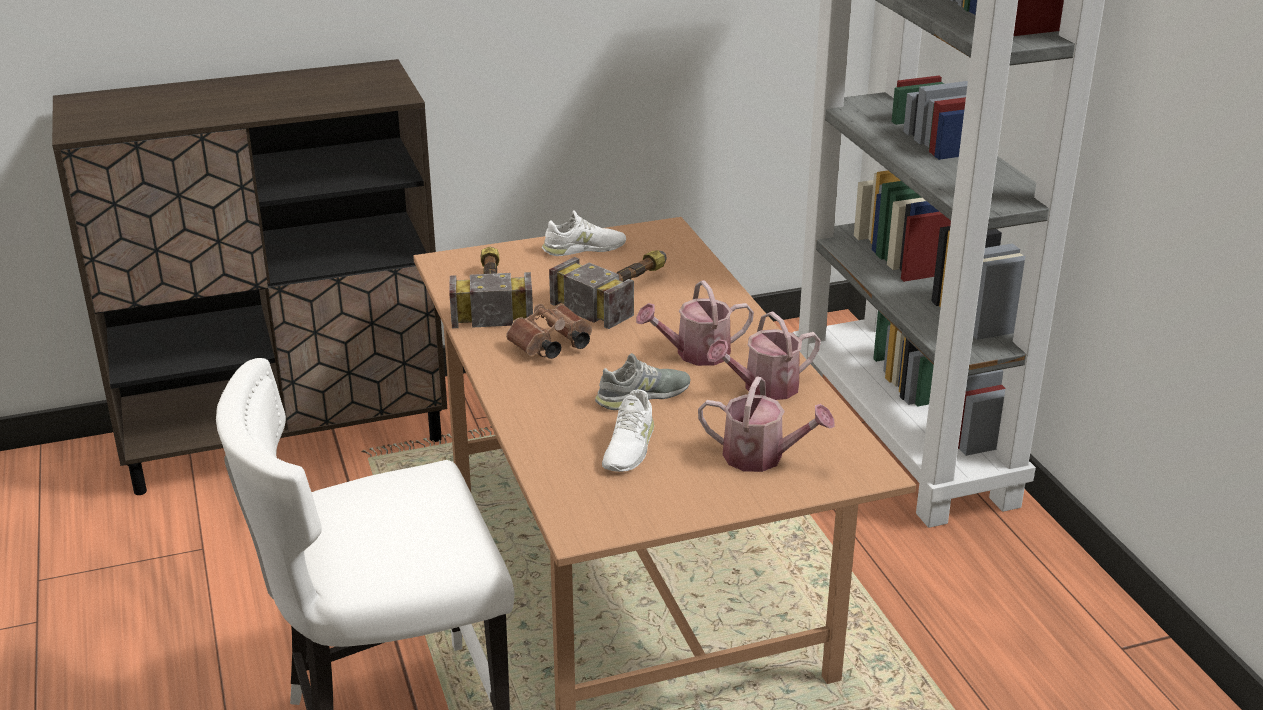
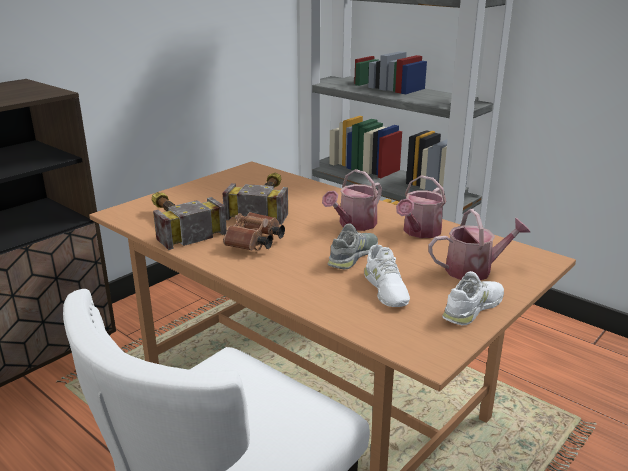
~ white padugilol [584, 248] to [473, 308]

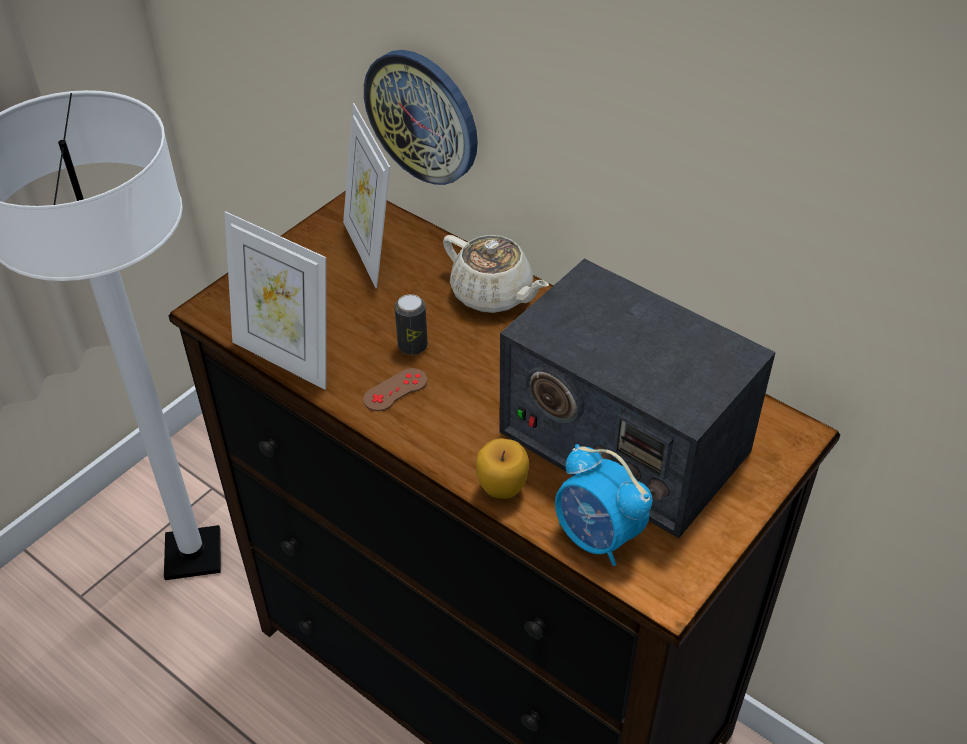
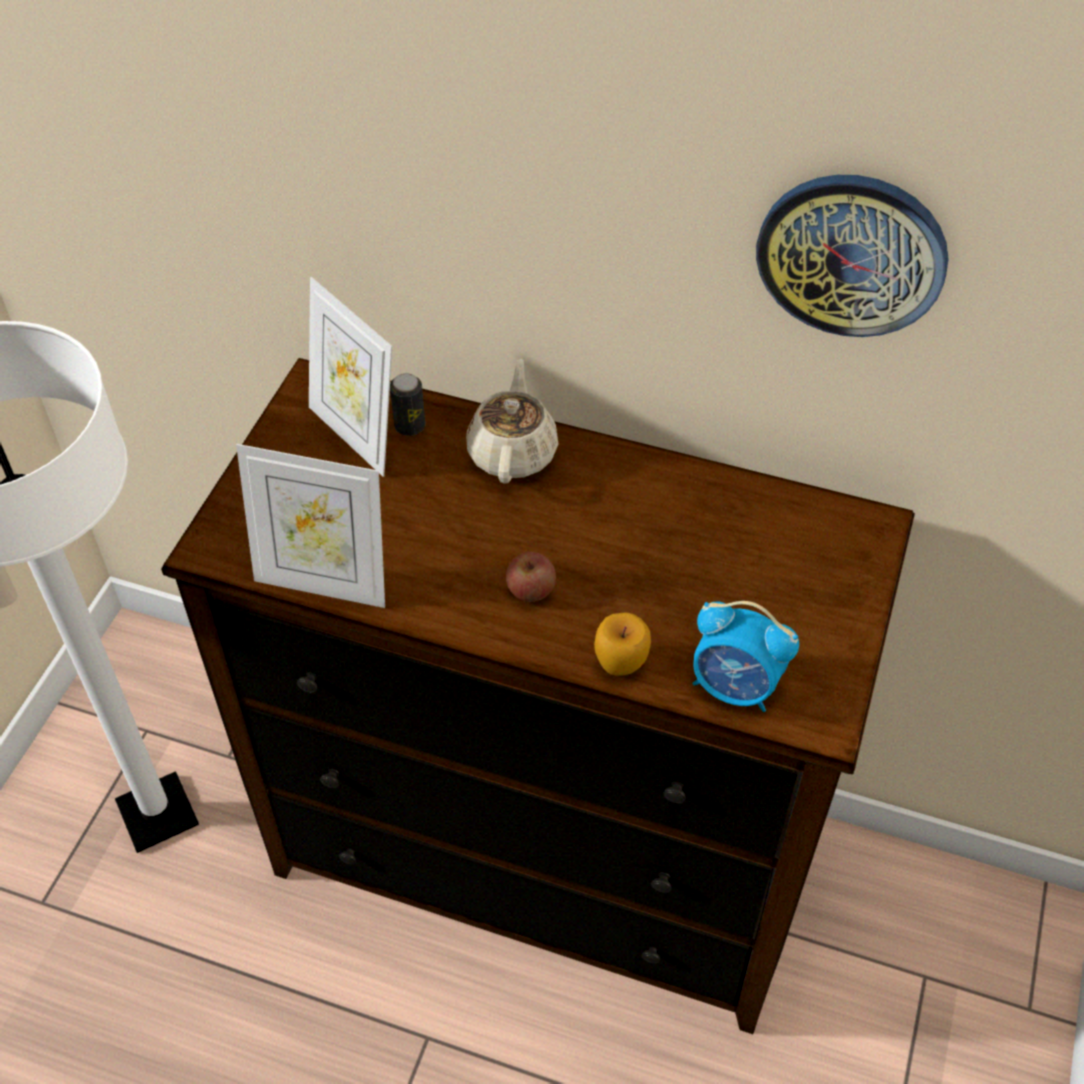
- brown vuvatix [395, 390]
- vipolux [622, 441]
+ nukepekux [531, 590]
~ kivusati [422, 116] to [851, 254]
~ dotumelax [412, 346] to [410, 426]
~ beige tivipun [493, 295] = [513, 452] 105 degrees counterclockwise

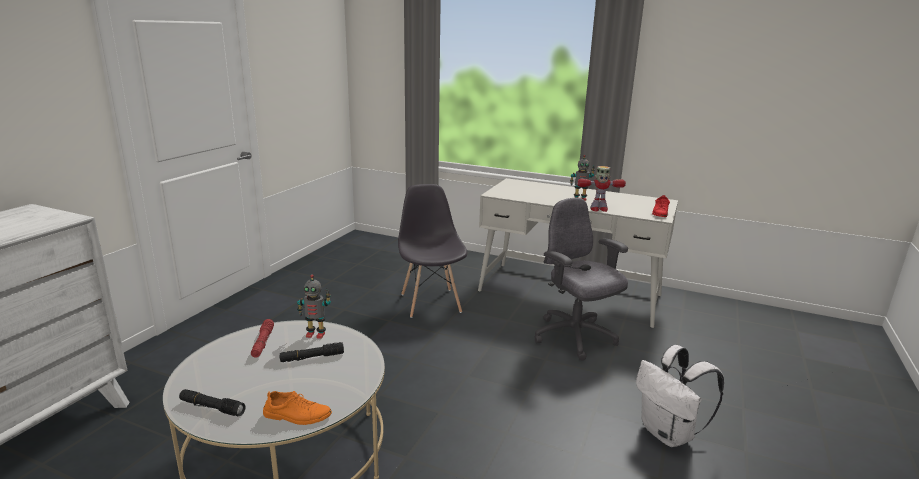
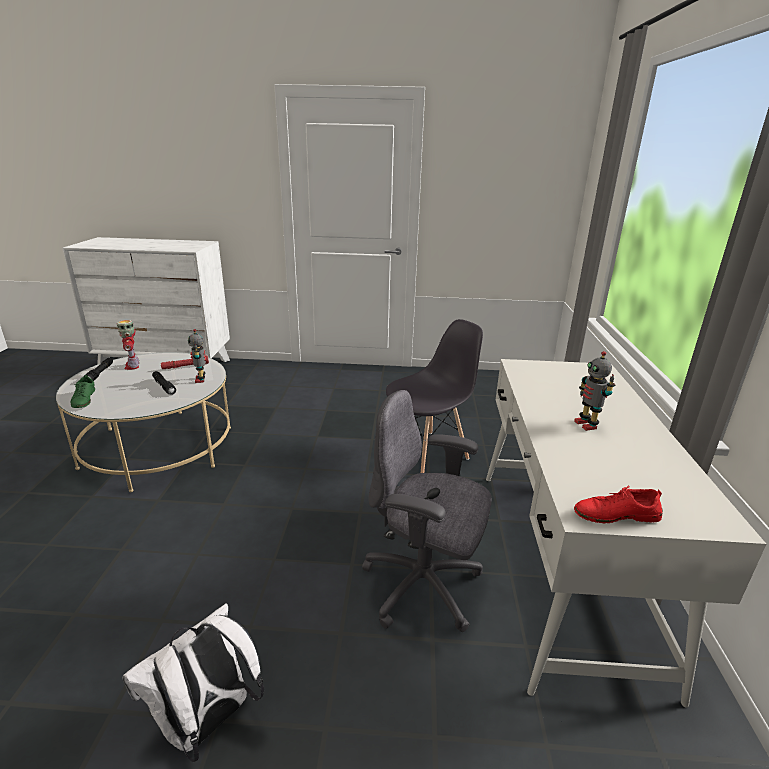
~ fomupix [598, 209] to [133, 366]
~ orange padugilol [297, 415] to green padugilol [84, 399]
~ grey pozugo [575, 338] = [423, 586] 105 degrees counterclockwise

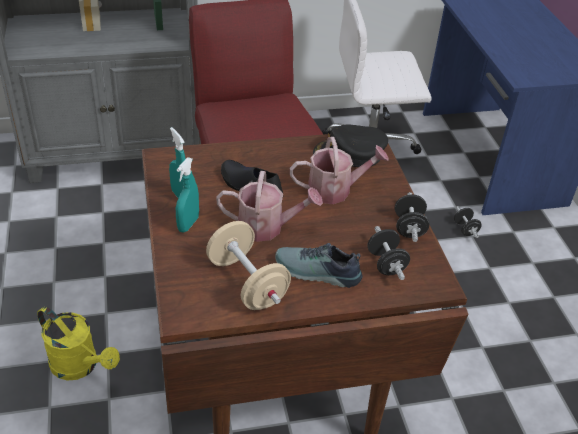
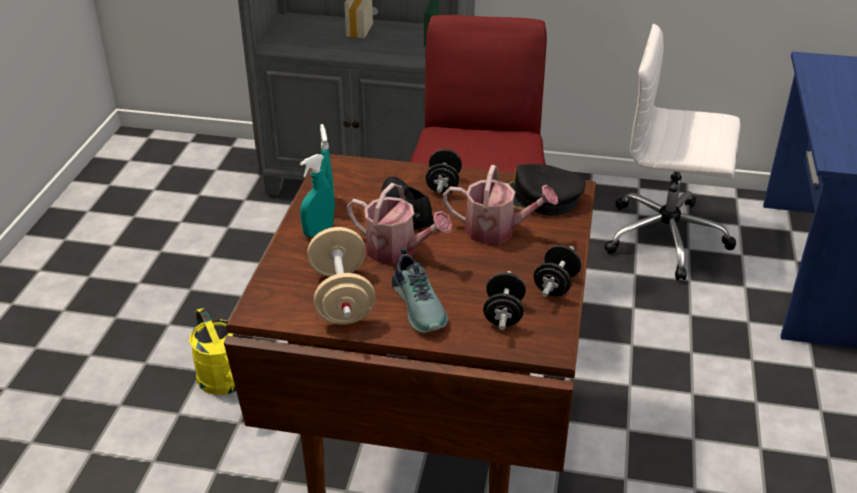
~ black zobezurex [465, 229] to [443, 185]
~ padugilol [317, 273] = [420, 305] 150 degrees counterclockwise

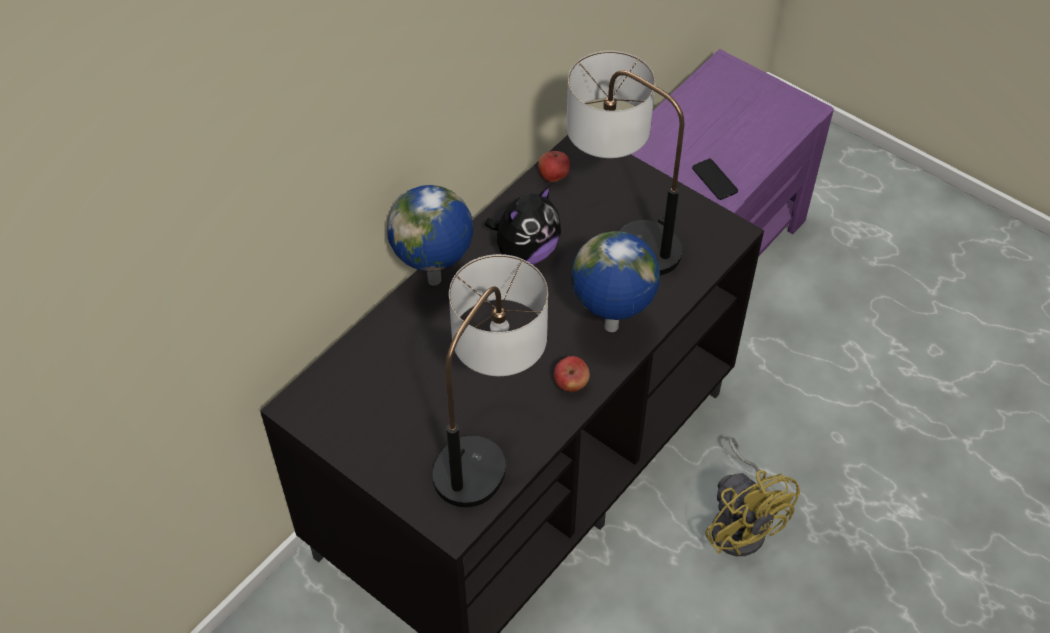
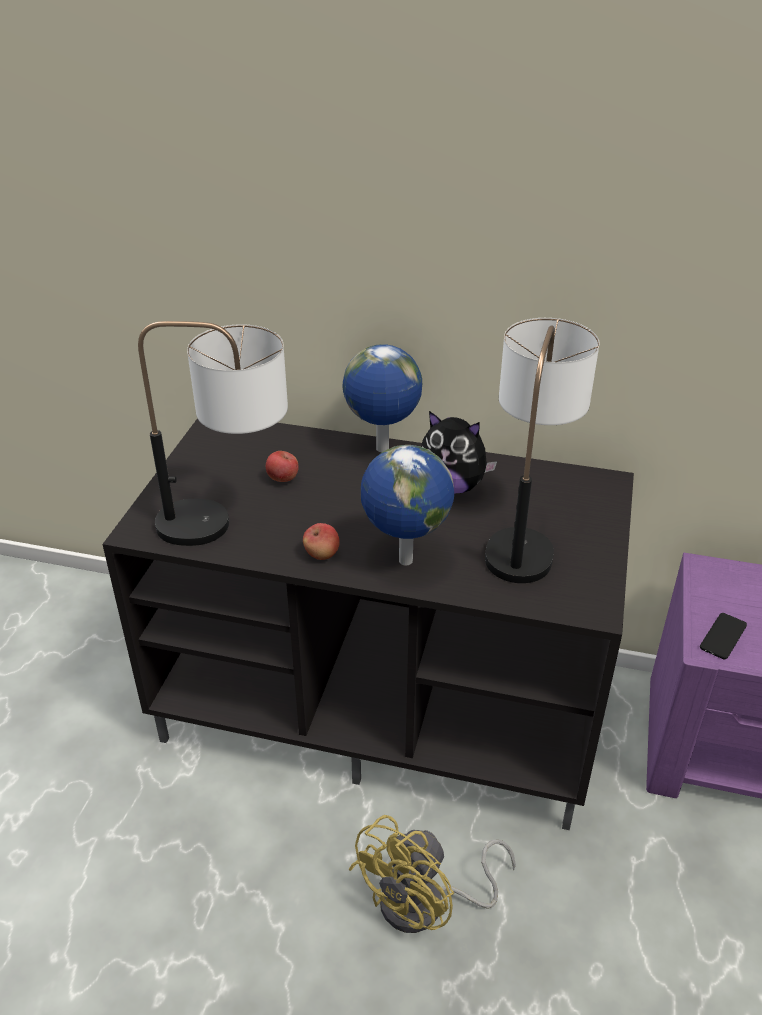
~ nukepekux [553, 176] to [283, 479]

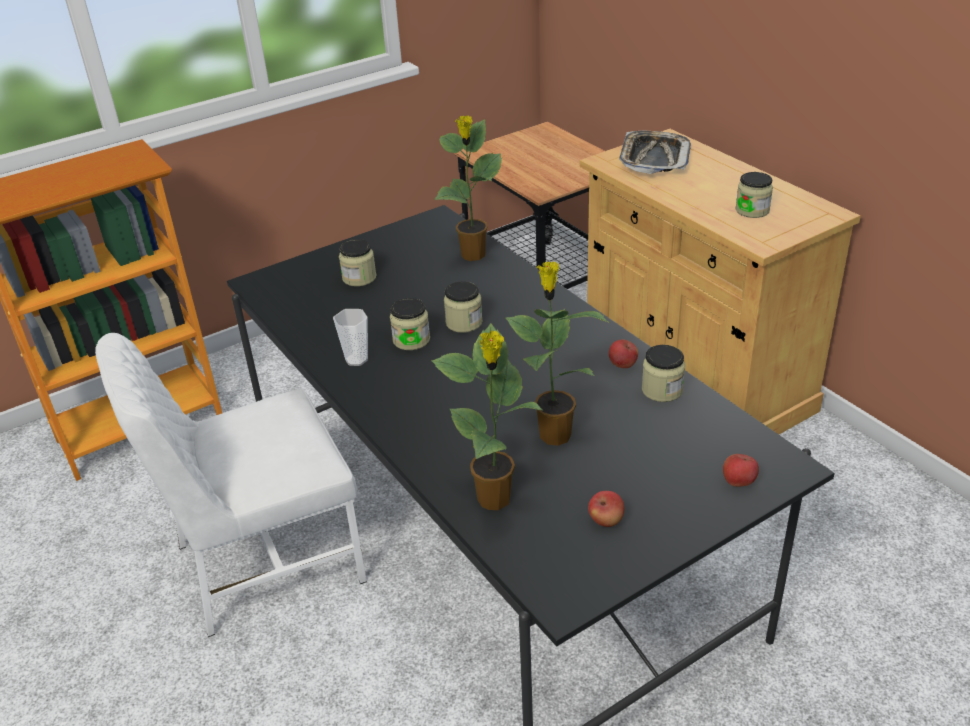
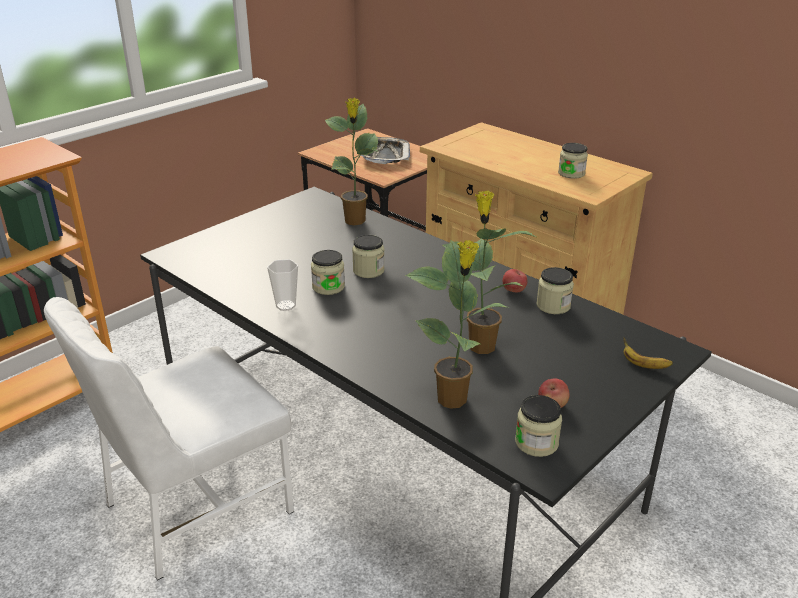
~ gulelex [359, 278] to [536, 443]
~ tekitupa [653, 158] to [384, 155]
~ nukepekux [738, 482] to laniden [643, 365]

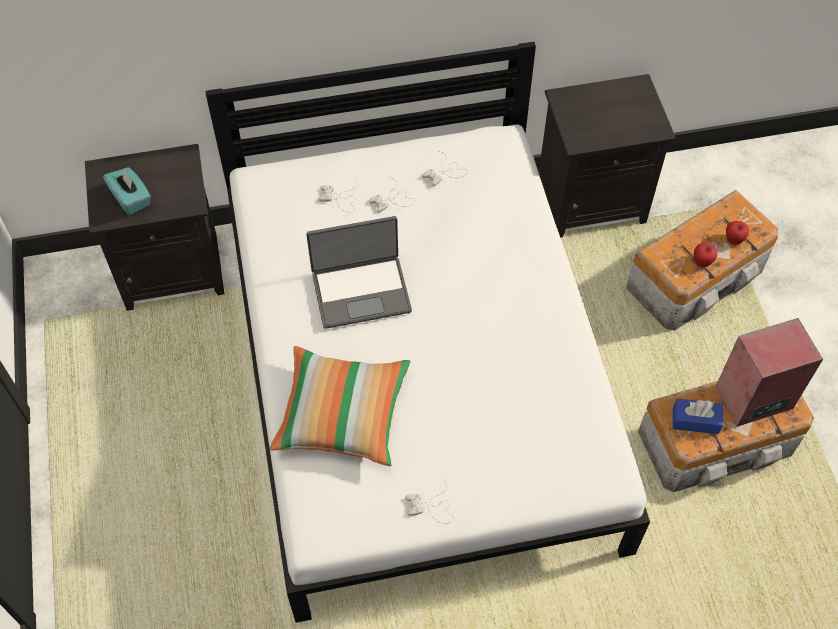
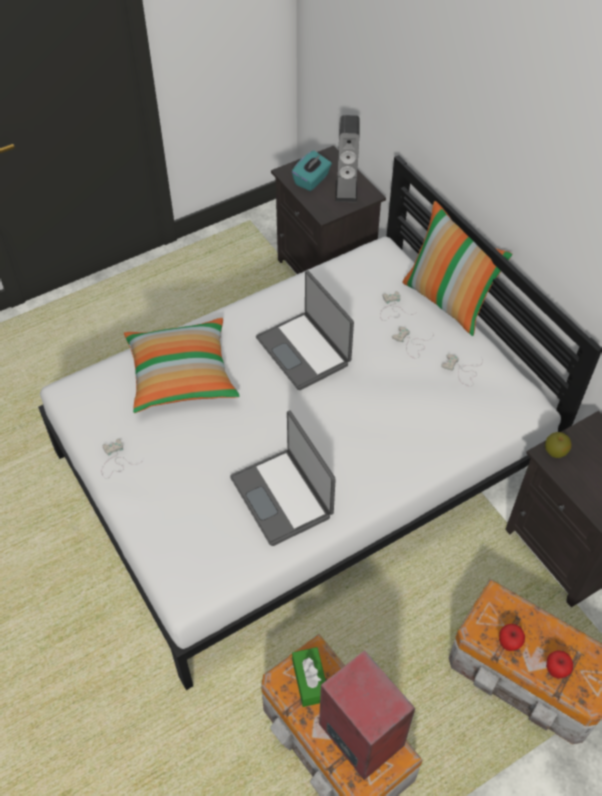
+ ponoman [283, 496]
+ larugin [346, 191]
+ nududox [448, 301]
+ nukepekux [555, 452]
~ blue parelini [695, 421] to green parelini [310, 680]

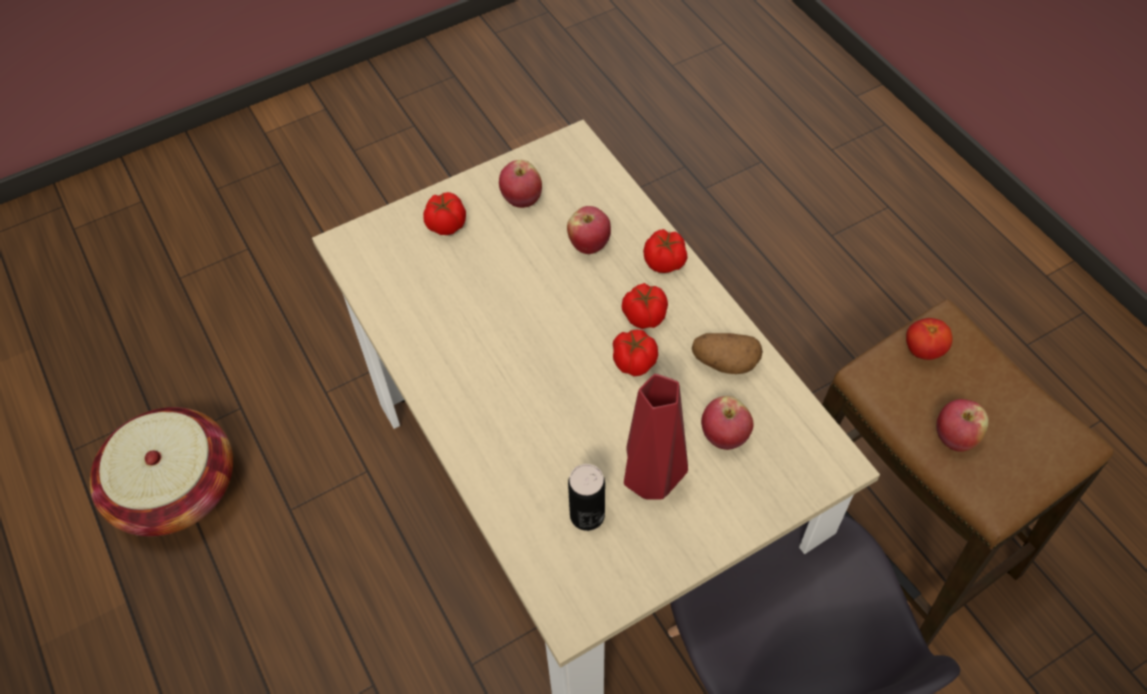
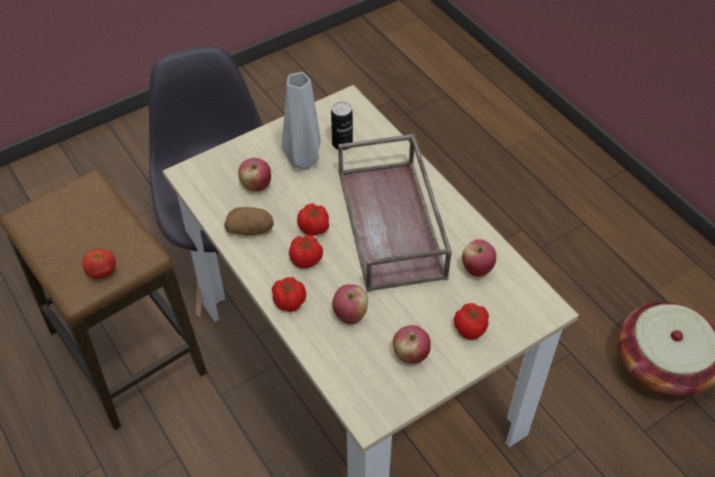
+ brown tekitupa [393, 225]
~ nukepekux [954, 437] to [477, 269]
~ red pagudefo [655, 481] to grey pagudefo [301, 161]

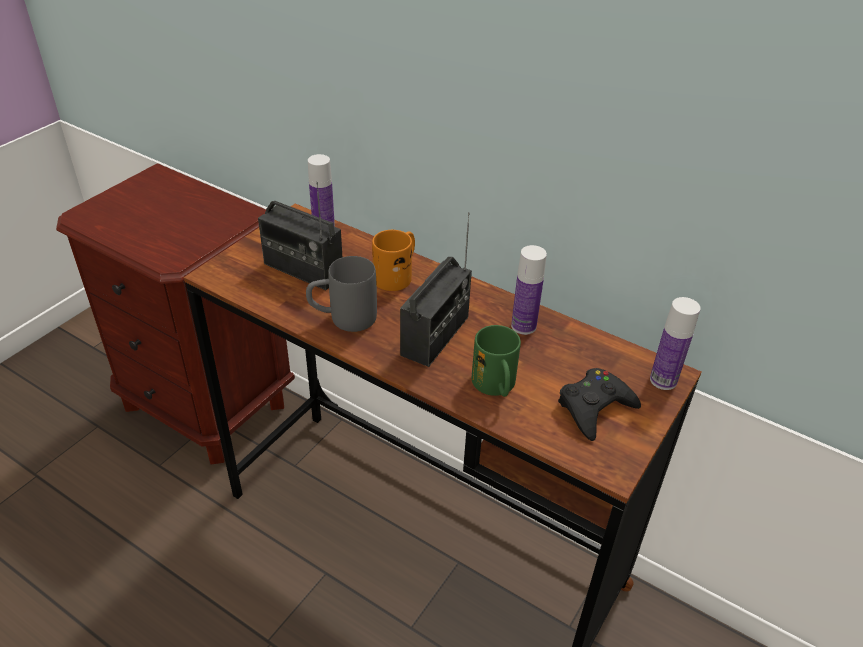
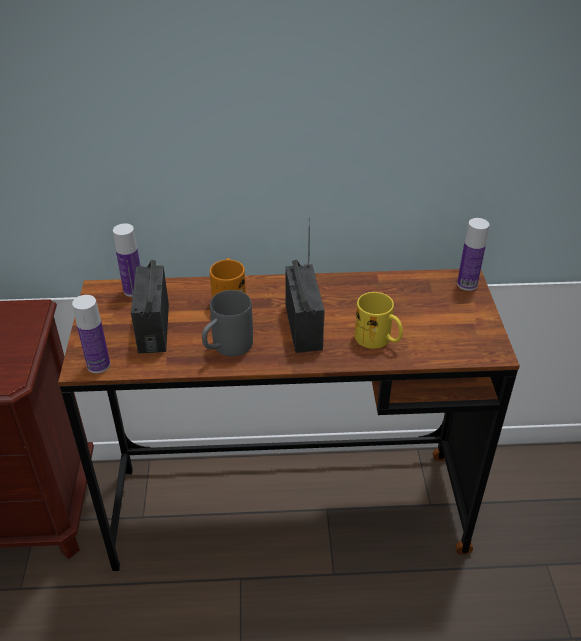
- black vuvatix [594, 408]
~ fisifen [523, 326] to [98, 365]
~ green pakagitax [496, 386] to yellow pakagitax [379, 340]
~ vipolux [303, 270] = [153, 328] 90 degrees clockwise

